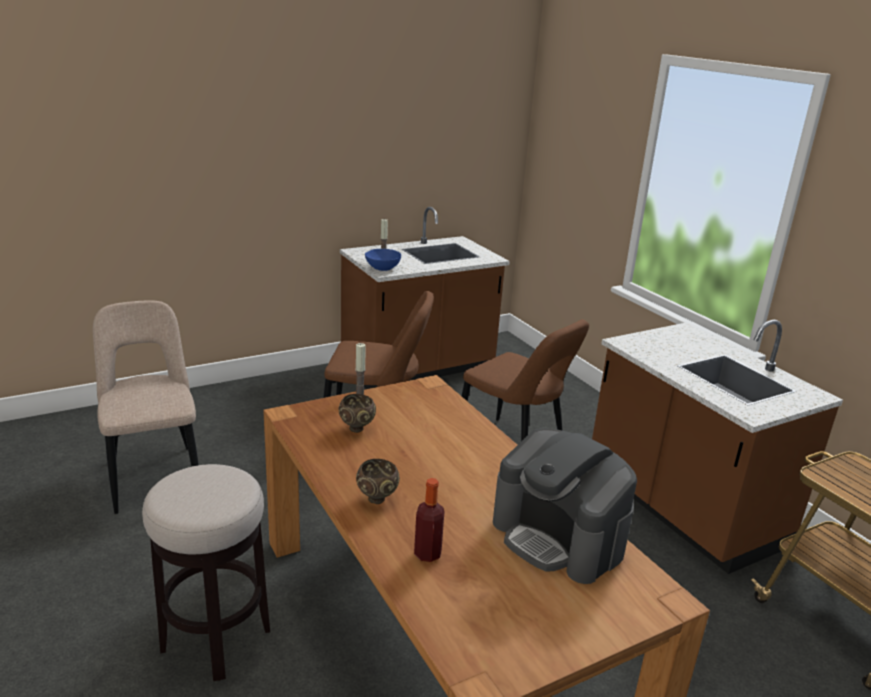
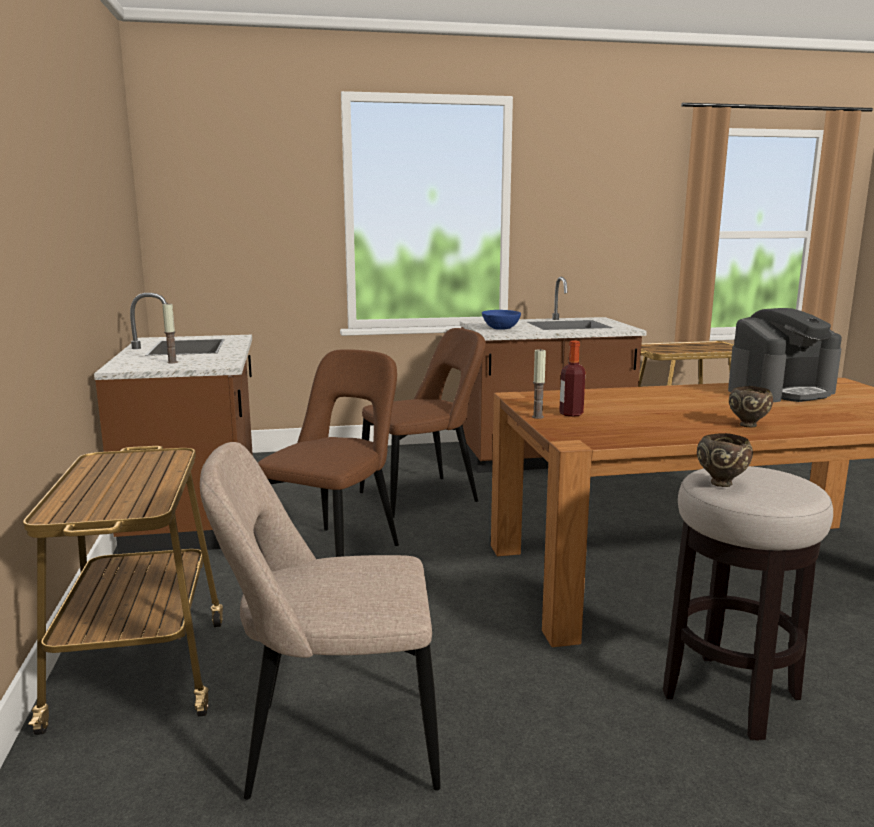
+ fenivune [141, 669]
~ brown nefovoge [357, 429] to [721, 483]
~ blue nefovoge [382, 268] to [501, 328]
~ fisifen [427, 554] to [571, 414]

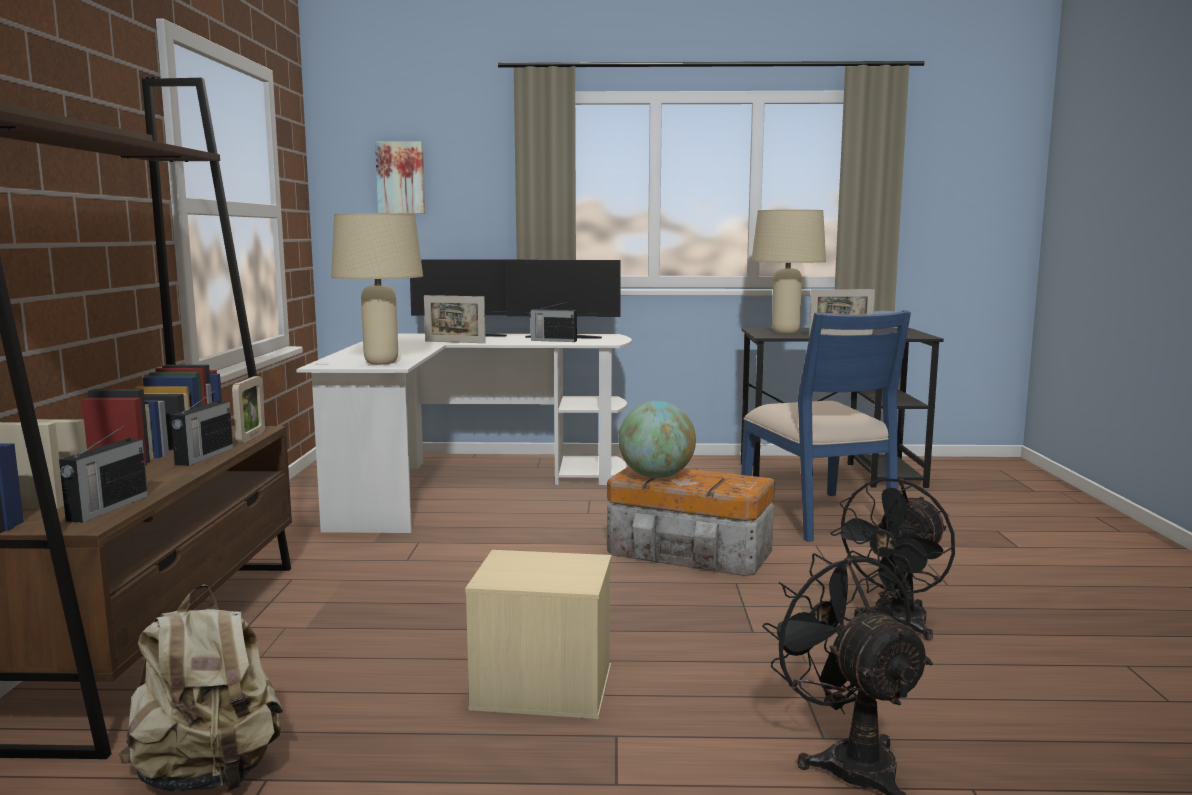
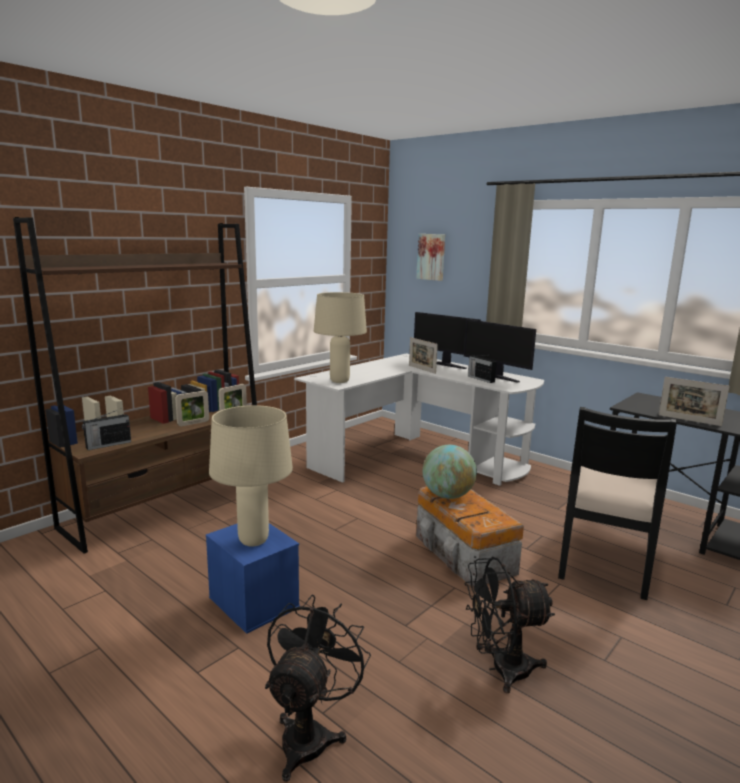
- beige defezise [209, 776]
~ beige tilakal [785, 332] to [254, 540]
~ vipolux [203, 456] to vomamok [193, 423]
~ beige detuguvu [540, 688] to blue detuguvu [252, 602]
~ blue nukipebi [818, 516] to black nukipebi [604, 561]

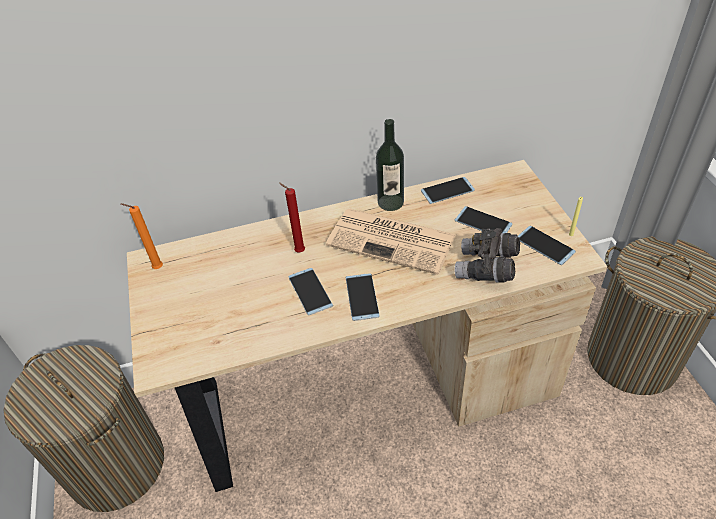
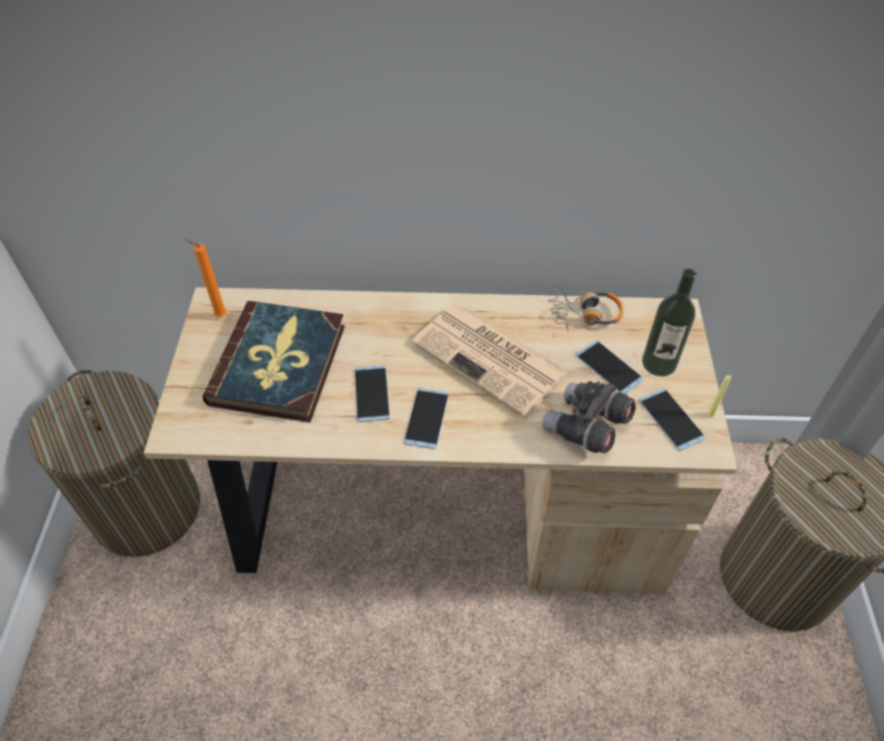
- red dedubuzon [298, 251]
+ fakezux [279, 364]
~ fisifen [390, 202] to [659, 363]
~ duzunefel [447, 190] to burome [584, 314]

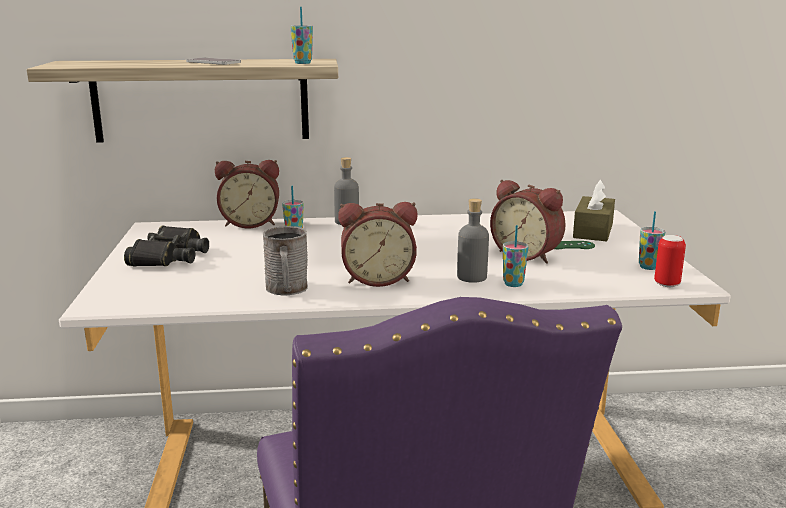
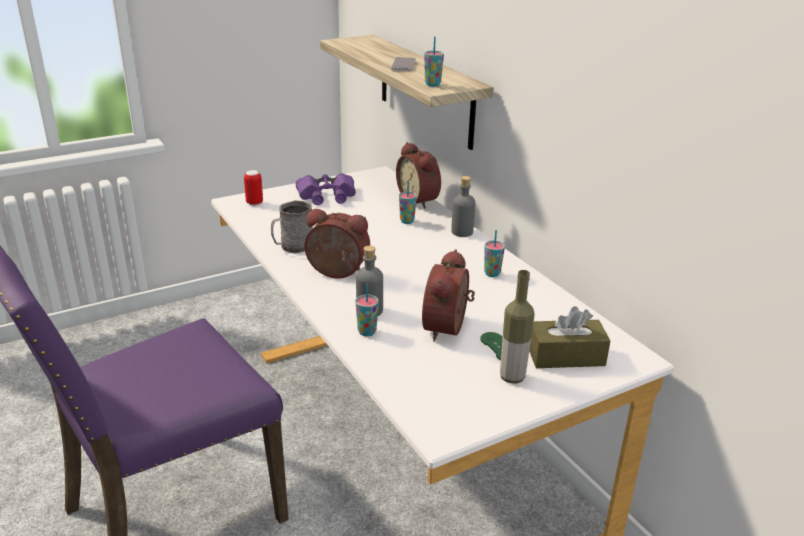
+ fisifen [512, 377]
~ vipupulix [648, 267] to [492, 274]
~ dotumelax [667, 284] to [254, 203]
~ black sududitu [169, 256] to purple sududitu [326, 195]
~ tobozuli [378, 279] = [336, 273] 135 degrees clockwise

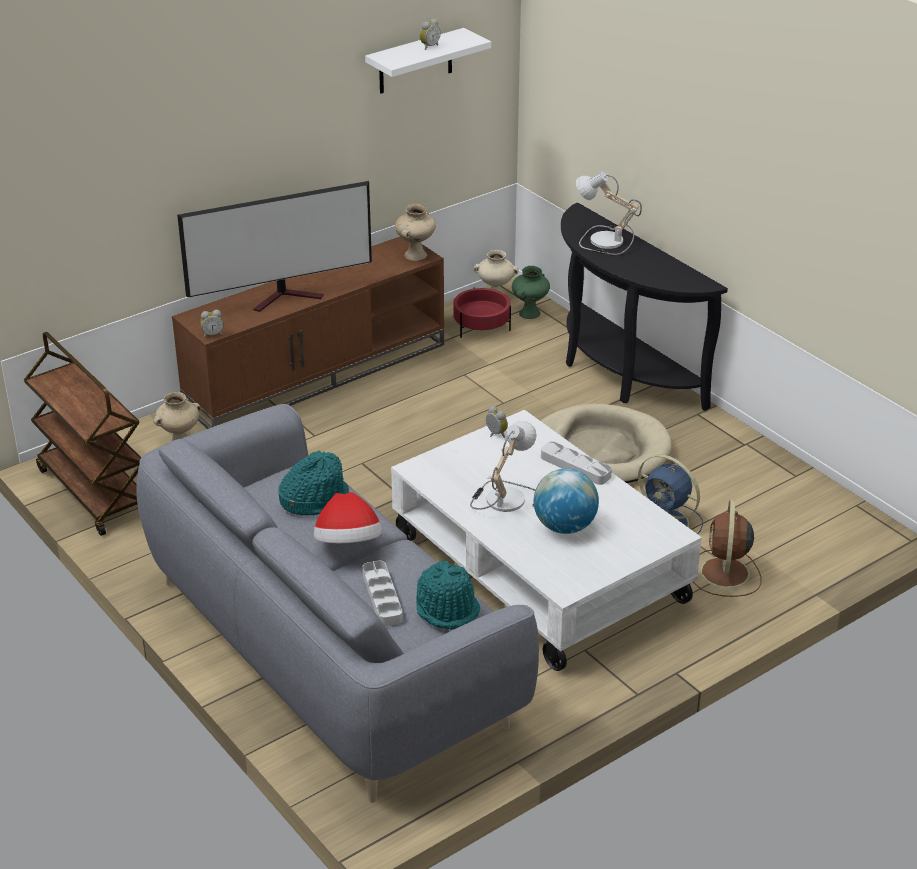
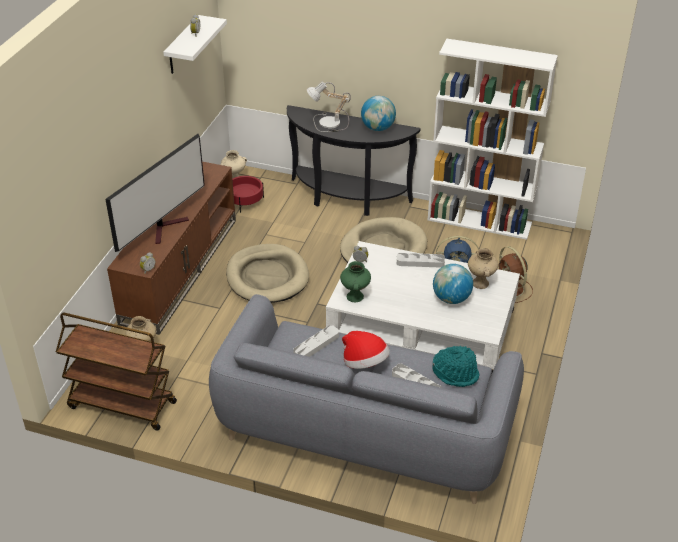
- tilakal [502, 497]
+ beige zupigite [267, 277]
+ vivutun [378, 128]
+ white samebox [480, 221]
~ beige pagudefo [416, 256] to [481, 283]
~ green pagudefo [530, 314] to [355, 297]
~ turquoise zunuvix [314, 499] to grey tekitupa [316, 345]

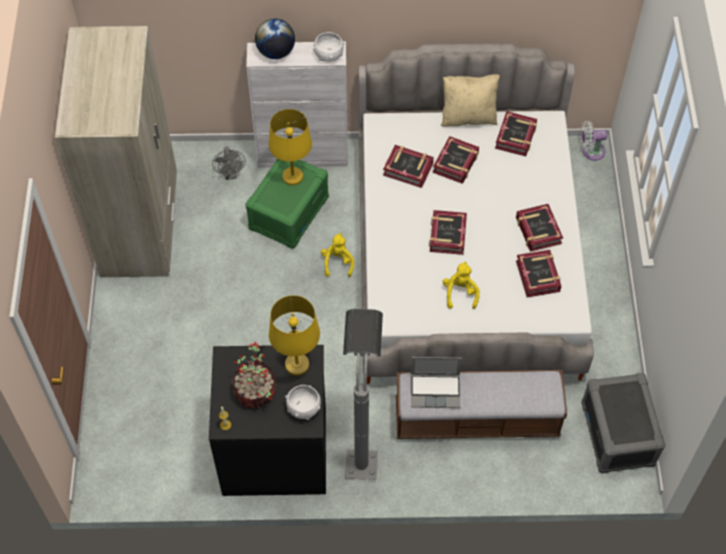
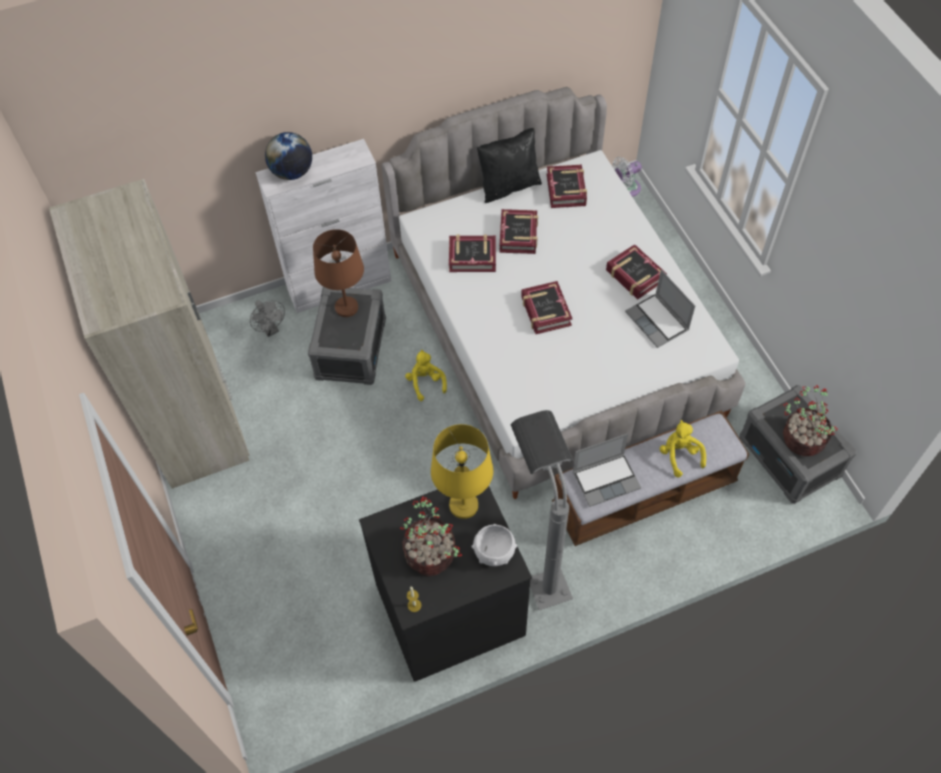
- white nefovoge [329, 55]
+ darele [802, 437]
~ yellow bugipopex [460, 293] to [679, 455]
~ fakezux [538, 276] to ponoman [658, 321]
~ green detuguvu [288, 212] to grey detuguvu [350, 348]
~ yellow tilakal [292, 177] to brown tilakal [346, 308]
~ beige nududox [468, 117] to black nududox [508, 185]

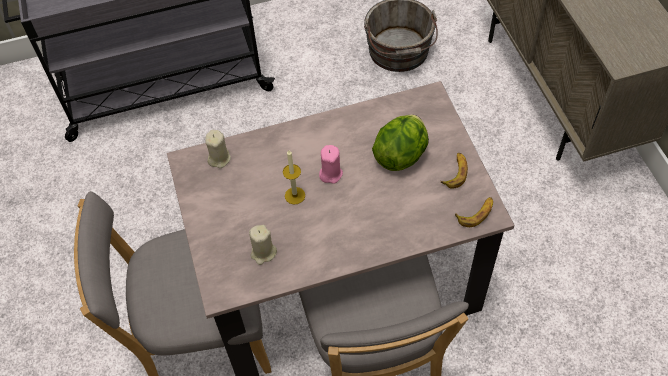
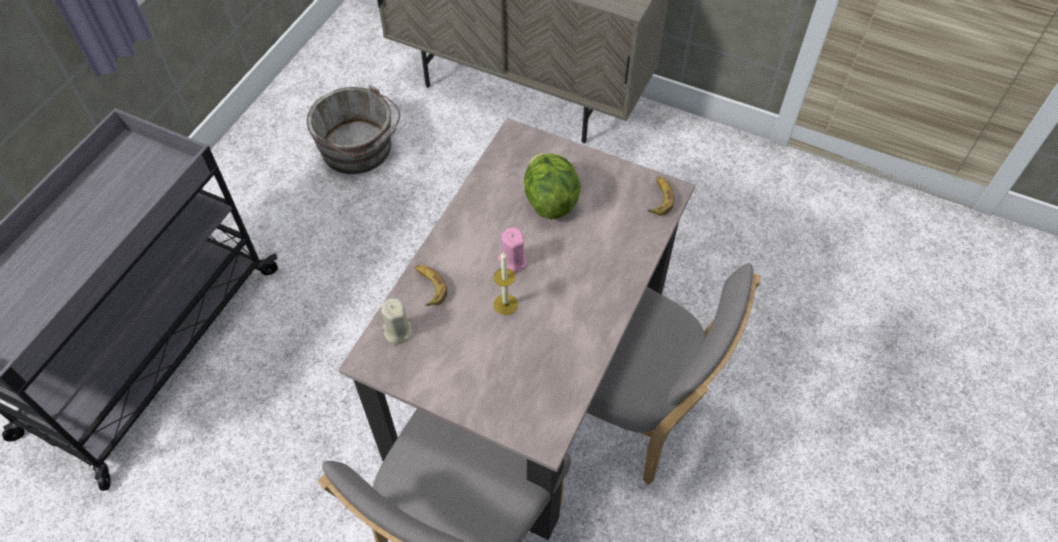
- beige dedubuzon [263, 253]
~ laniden [455, 172] to [429, 286]

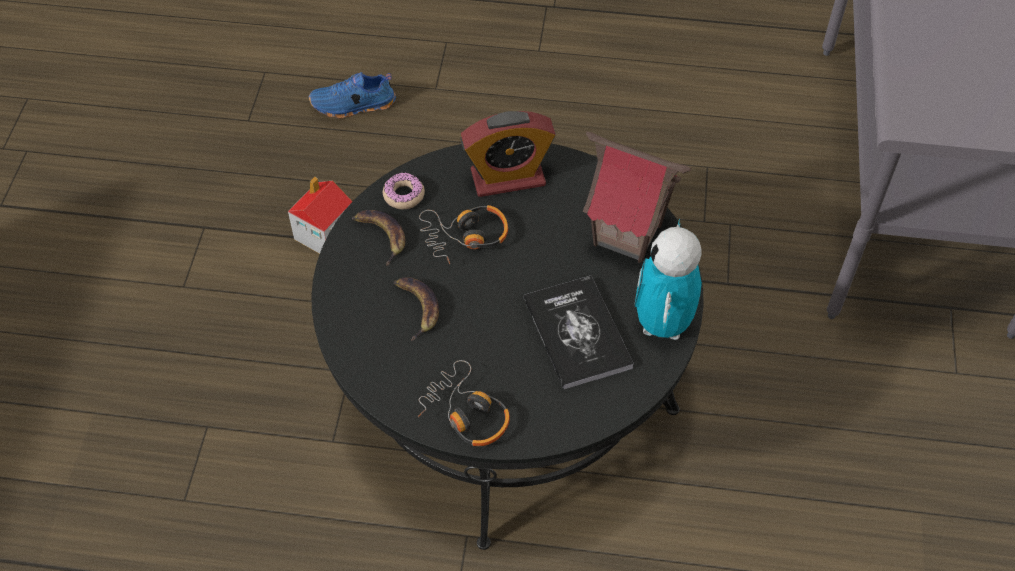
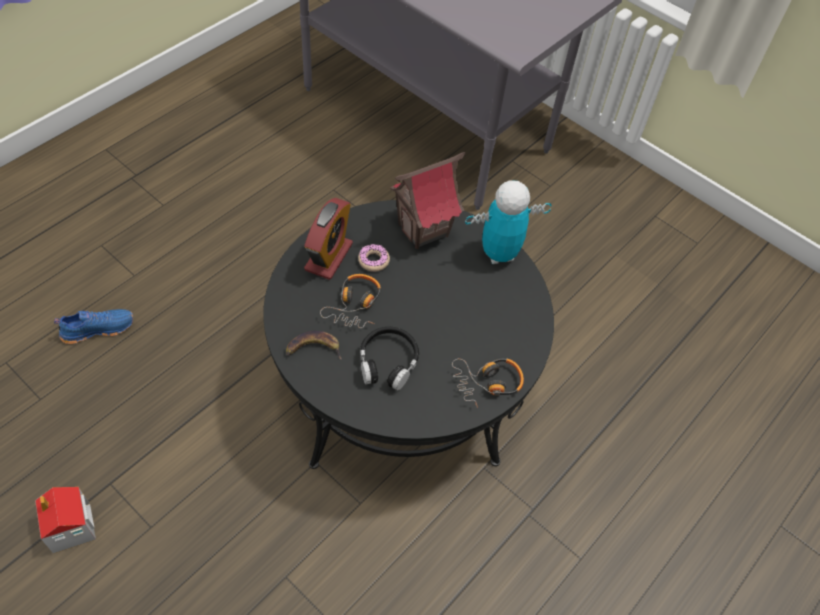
- fakezux [577, 333]
~ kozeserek [325, 235] to [71, 528]
~ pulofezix [404, 195] to [373, 261]
~ laniden [416, 307] to black burome [388, 362]
~ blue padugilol [353, 106] = [98, 328] 135 degrees counterclockwise
~ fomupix [662, 325] = [499, 254] 120 degrees clockwise

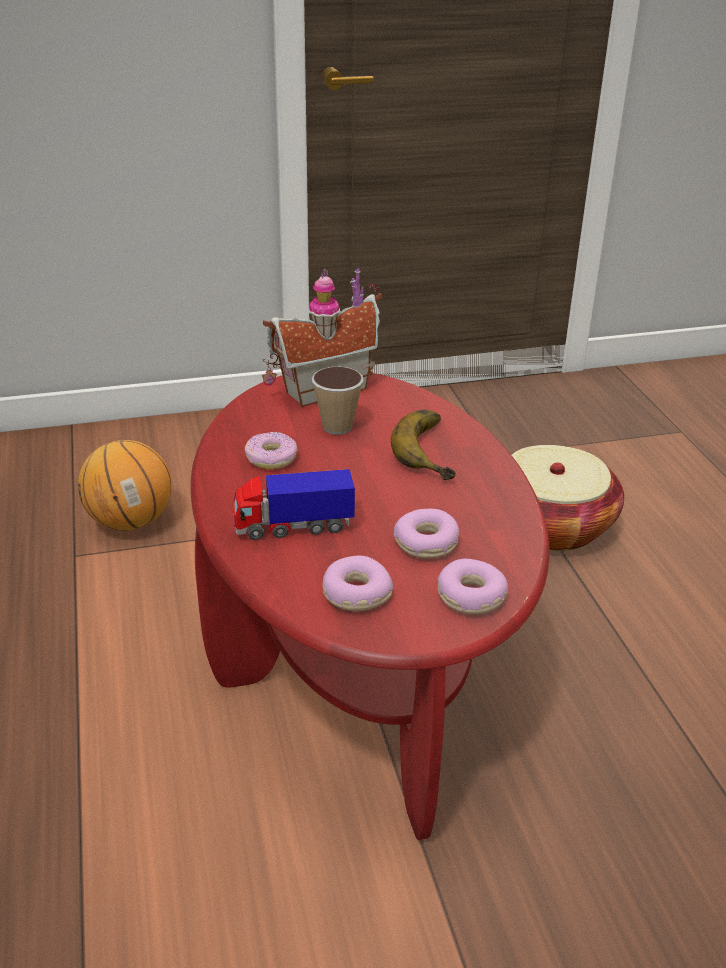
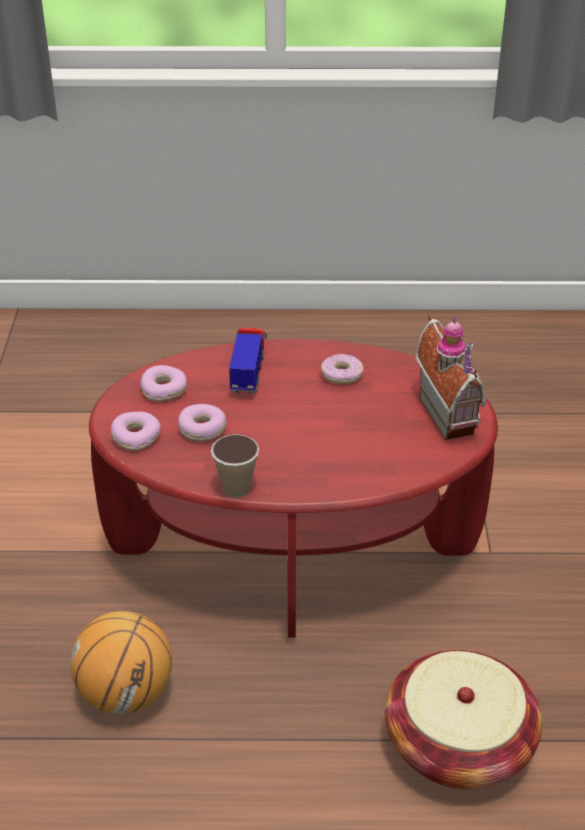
- laniden [435, 450]
~ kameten [130, 521] to [126, 693]
~ vipupulix [337, 427] to [236, 488]

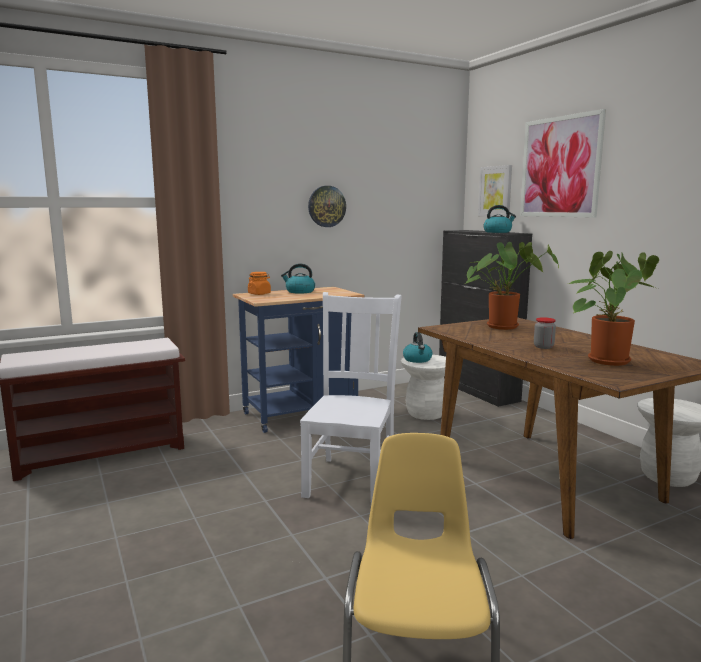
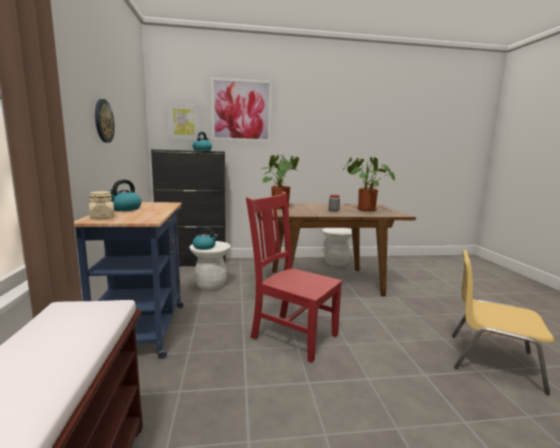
~ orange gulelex [259, 294] to beige gulelex [102, 217]
~ white nukipebi [351, 478] to red nukipebi [292, 335]

